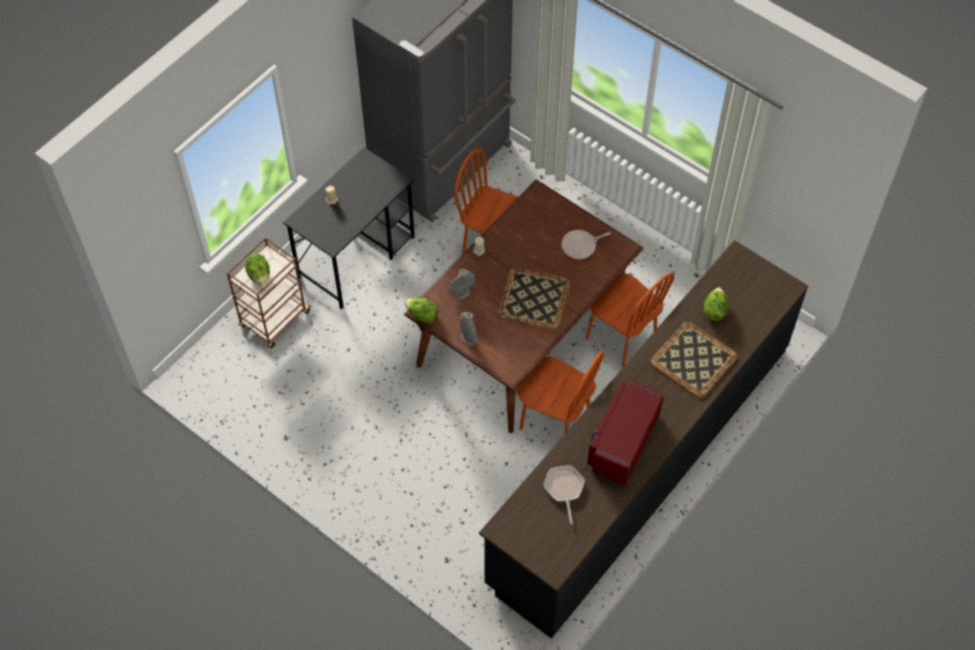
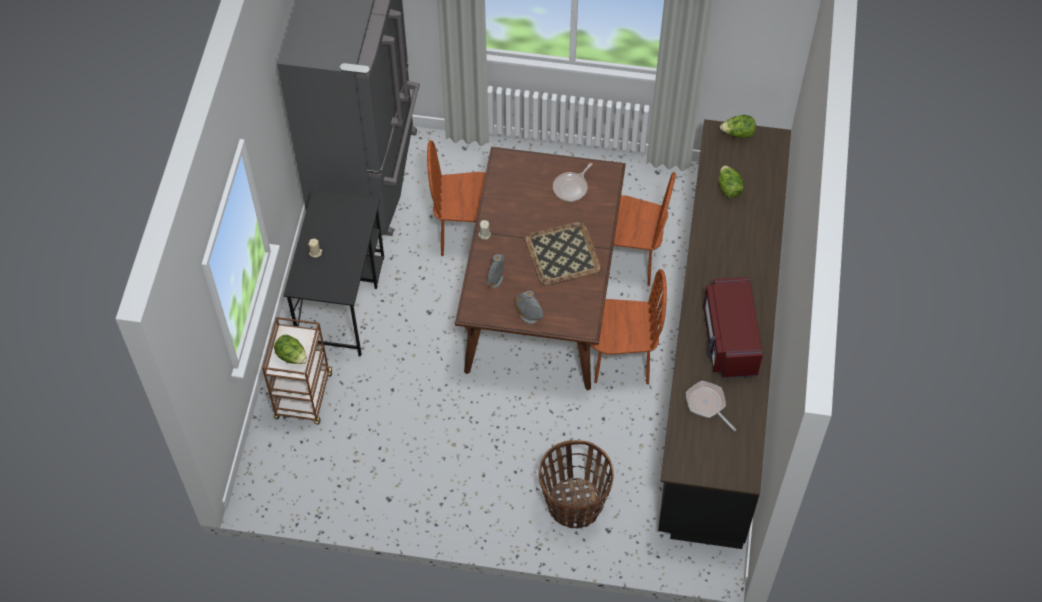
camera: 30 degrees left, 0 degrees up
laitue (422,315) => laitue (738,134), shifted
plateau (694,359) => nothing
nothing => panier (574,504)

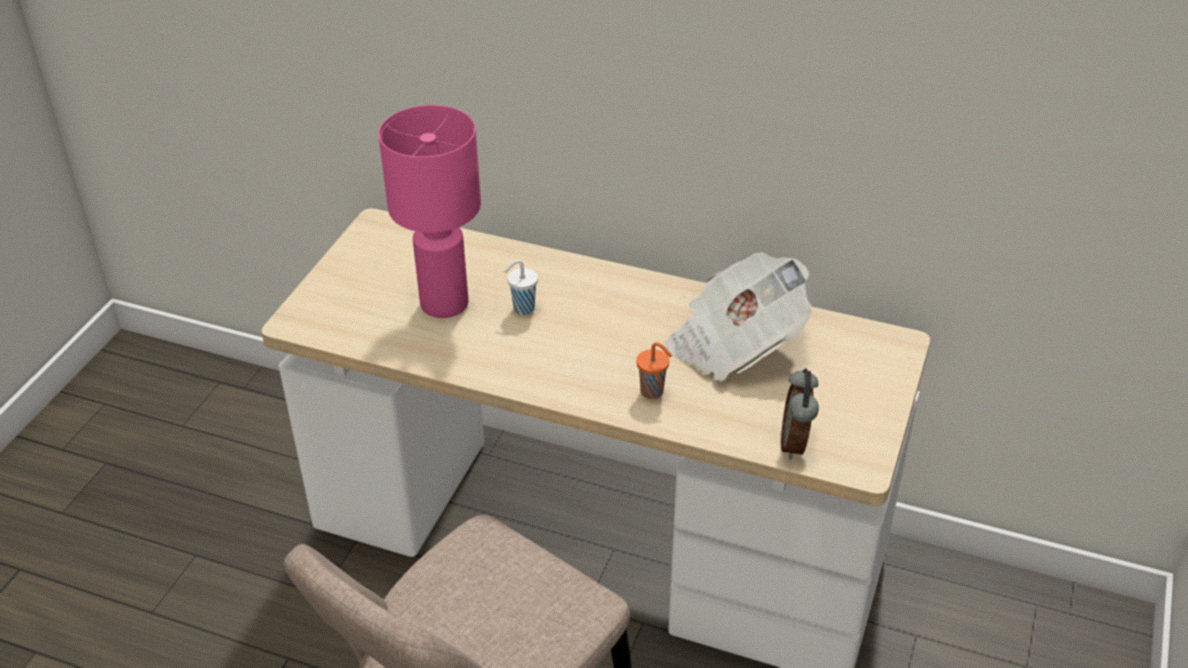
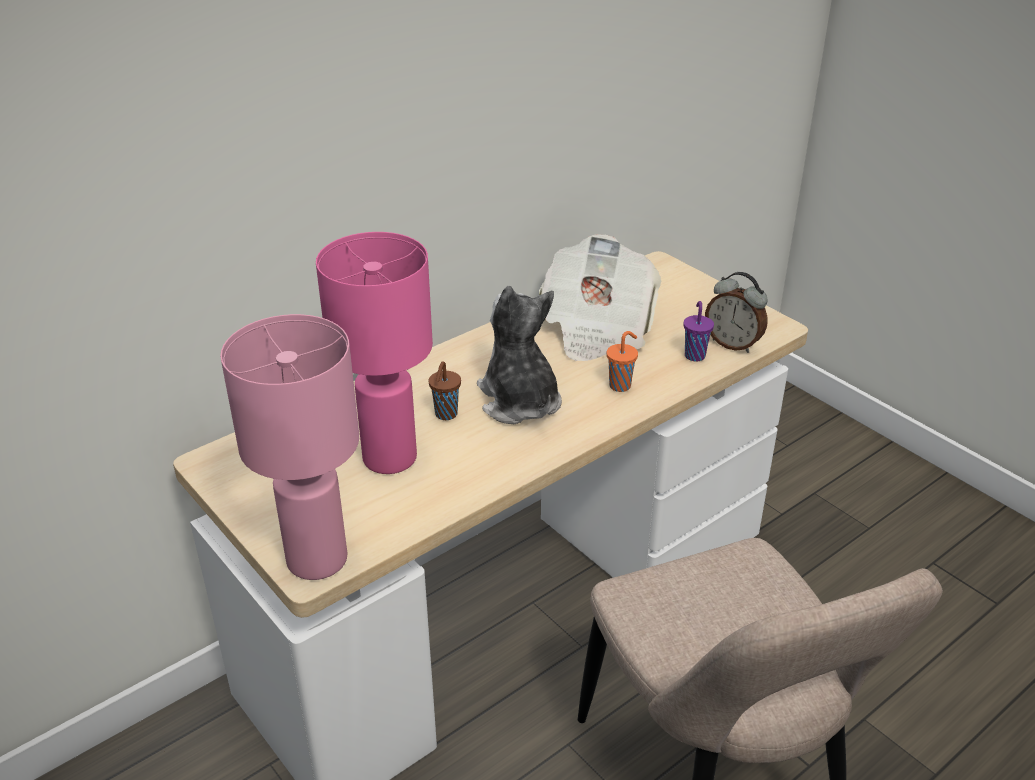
camera: 60 degrees left, 5 degrees down
tasse (blanc) (522,308) => tasse (marron) (445,415)
nothing => lampe de table (rose) (319,560)
nothing => peluche (519,402)
nothing => tasse (violet) (694,355)

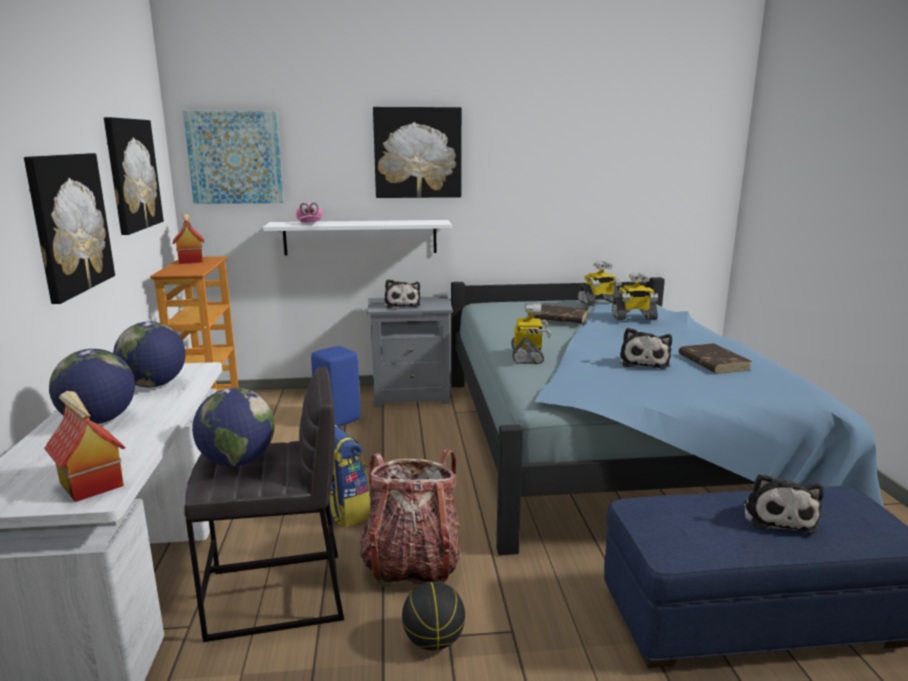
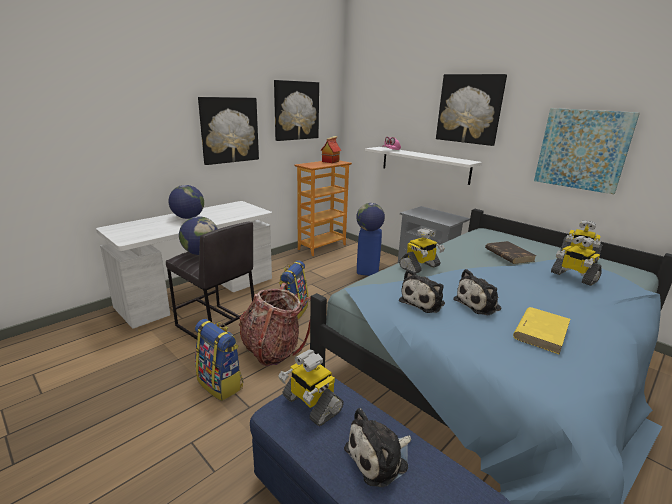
camera: 50 degrees right, 5 degrees up
maison miniature (90,484) => nothing
globe (154,385) => globe (369,230), shifted
tableau (235,157) => tableau (582,149), shifted
peluche (402,305) => peluche (423,302), shifted
ballon de basket (434,641) => sac à dos (221,384)
livre (marron) (712,362) => livre (jaune) (541,332)
nothing => robot jouet (310,404)

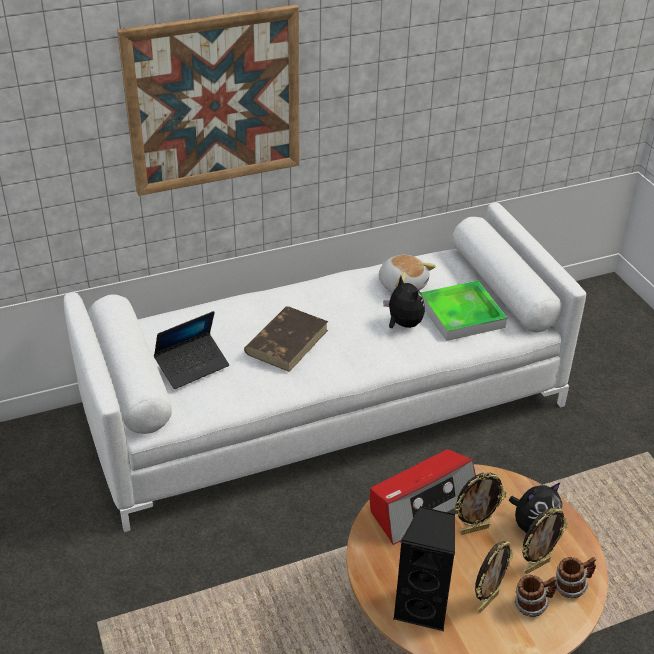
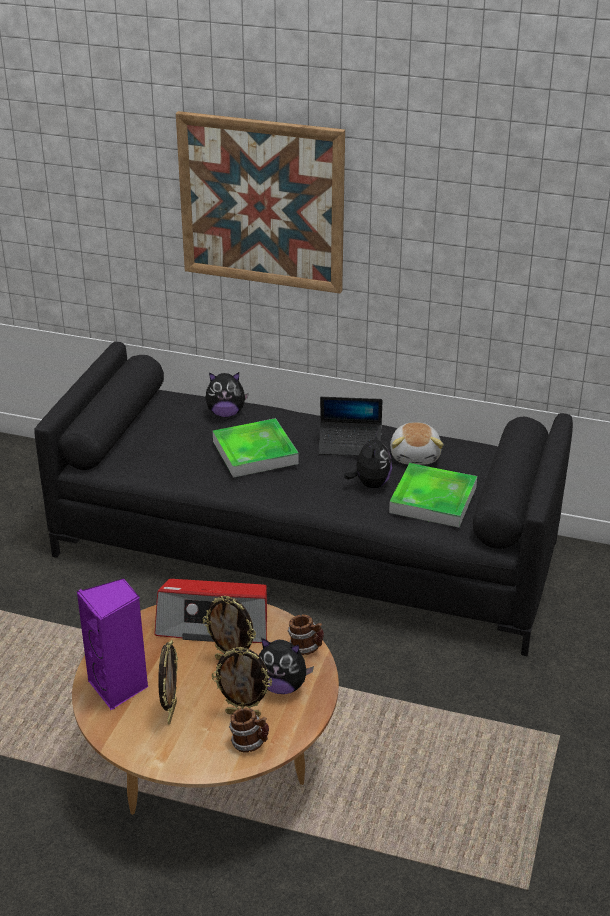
camera: 40 degrees right, 5 degrees down
canapé (blanc) (326,407) => canapé (noir) (306,548)
ordinateur portable (192,366) => ordinateur portable (350,445), shifted
livre (marron) (287,341) => plateau (255,452)
enceinte (noir) (423,607) => enceinte (violet) (119,687)
cadre photo (487,601) => cadre photo (170,712), 75 degrees counterclockwise
mug (532,605) => mug (306,648), shifted
nothing => peluche (226,413)

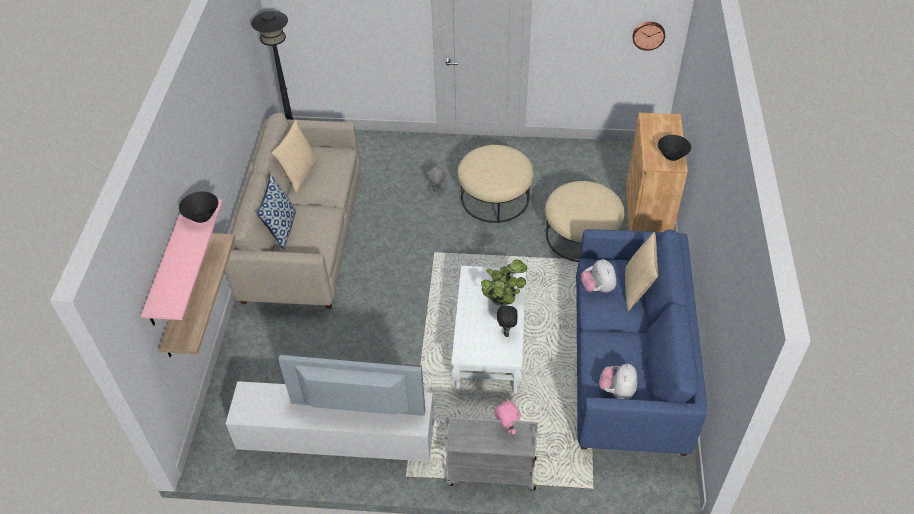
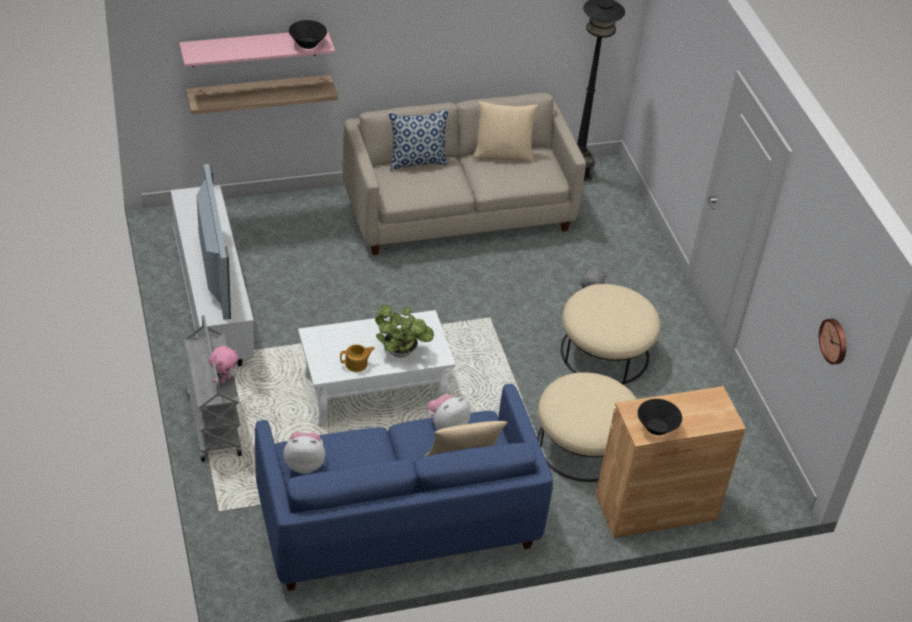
camera: 65 degrees right, 5 degrees down
peluche (noir) (507,331) => théière (357,364)

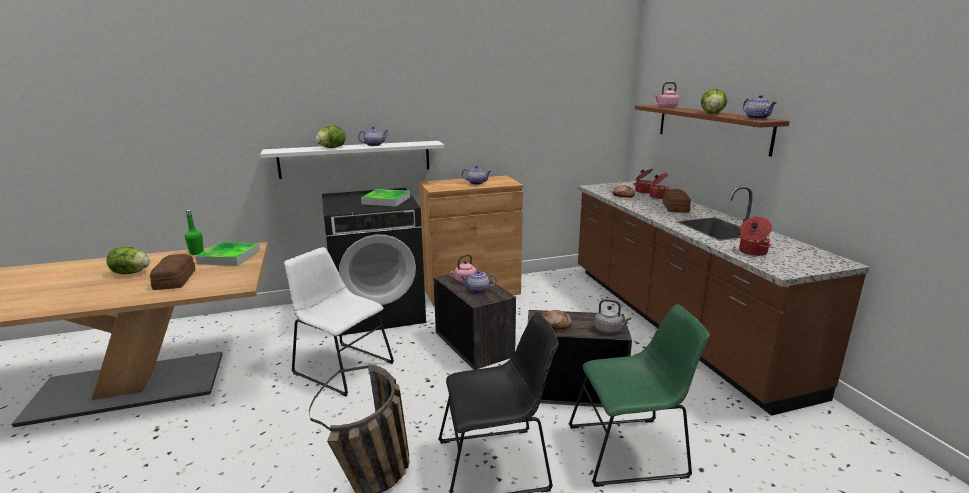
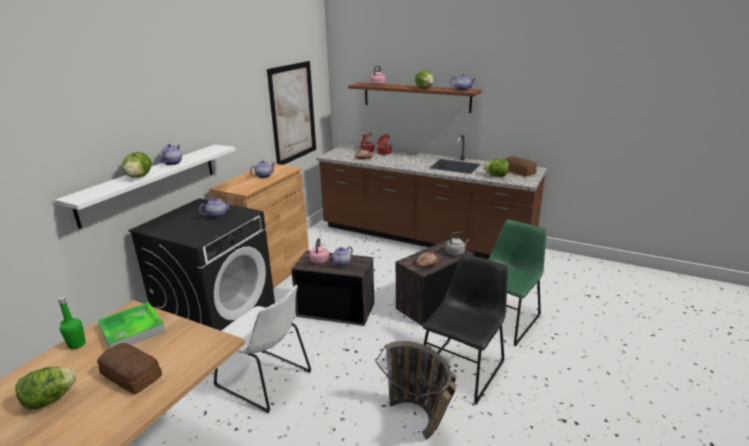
camera: 45 degrees left, 5 degrees up
chaise (blanc) (340,366) => chaise (blanc) (266,380), 135 degrees counterclockwise
plateau (386,201) => théière (217,215)
pain (676,207) => pain (518,171), shifted
marmite (752,252) => laitue (496,176)
nothing => tableau (293,113)

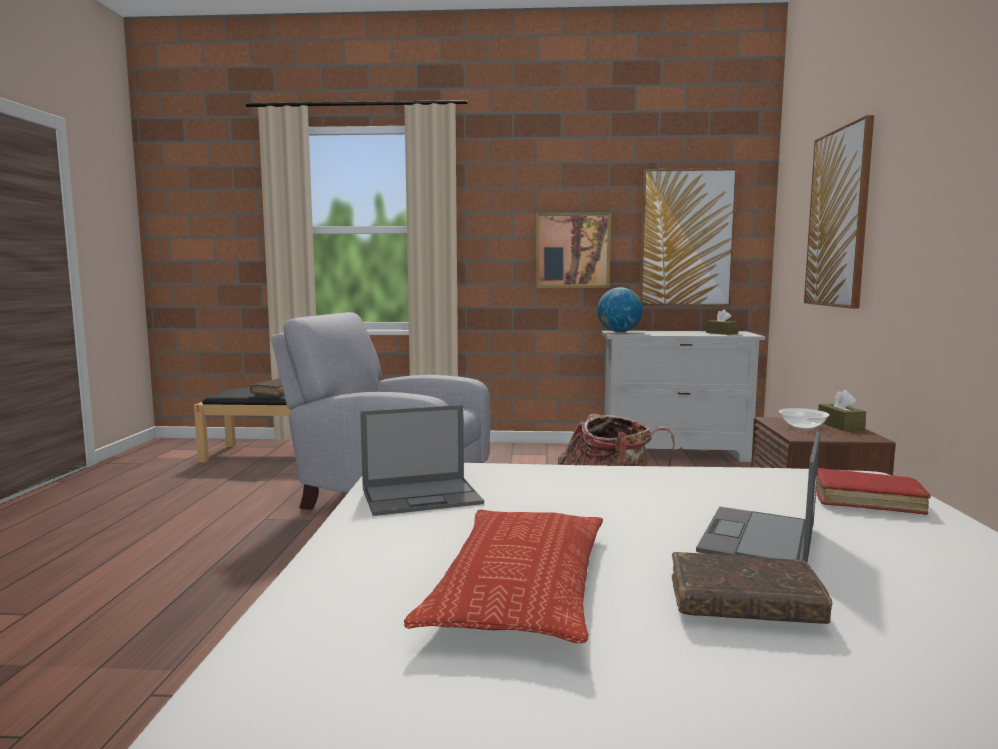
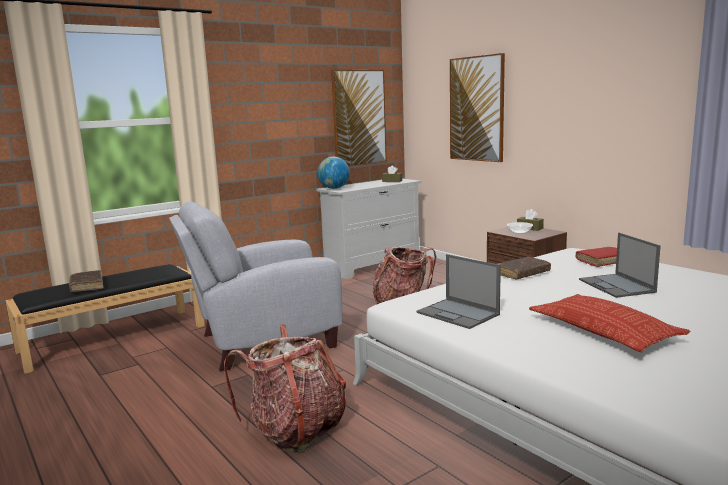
camera: 40 degrees left, 5 degrees up
ordinateur portable (422,496) => ordinateur portable (458,314), 105 degrees clockwise
tableau (572,250) => nothing
livre (marron) (744,603) => livre (marron) (522,273), shifted
nothing => sac à dos (295,430)

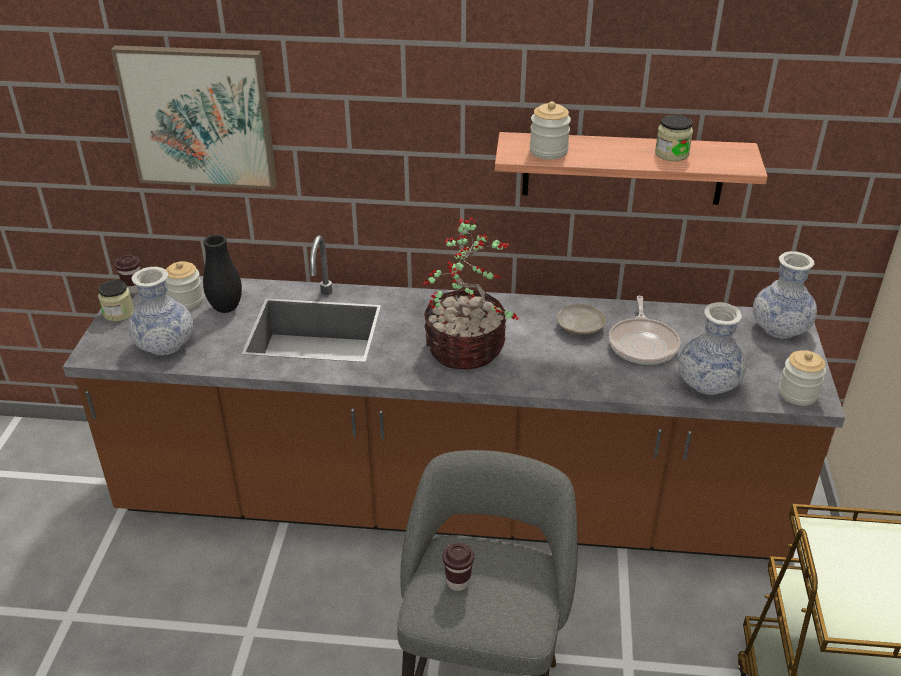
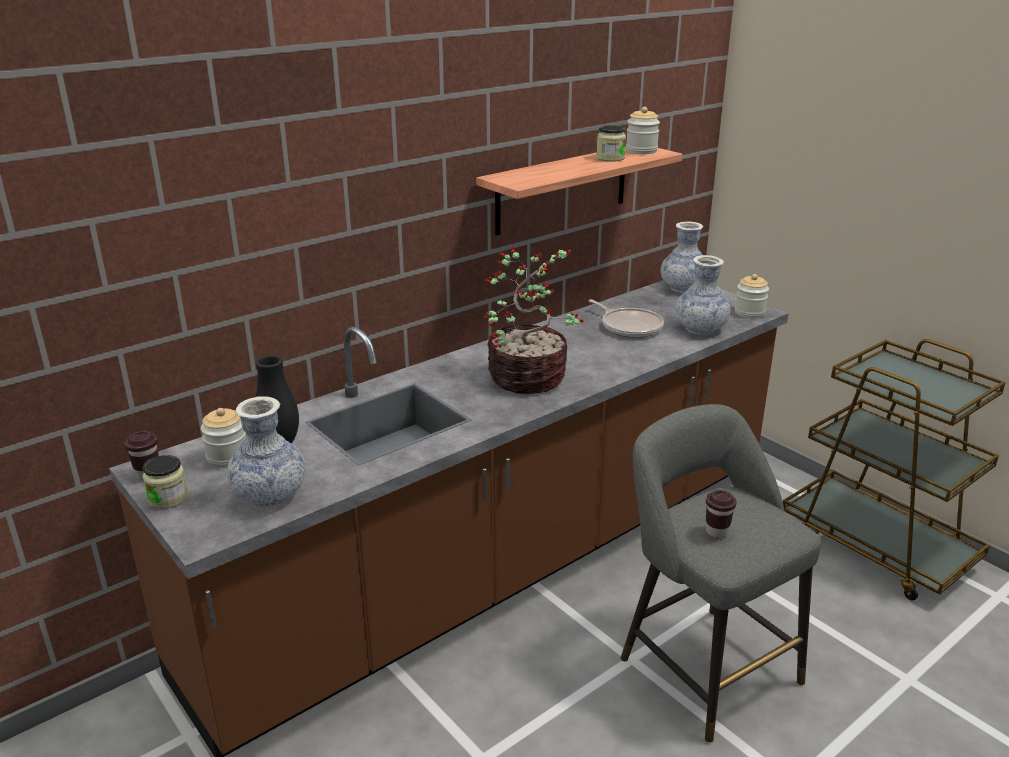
camera: 45 degrees left, 10 degrees down
tableau (199,117) => nothing
bocal (548,151) => bocal (641,151), shifted
assiette (beige) (580,326) => nothing

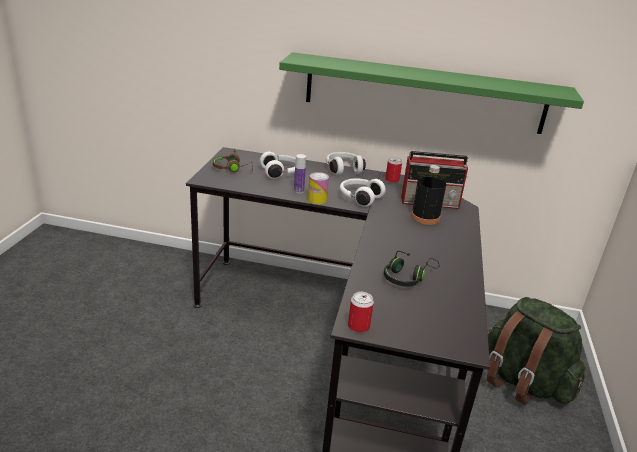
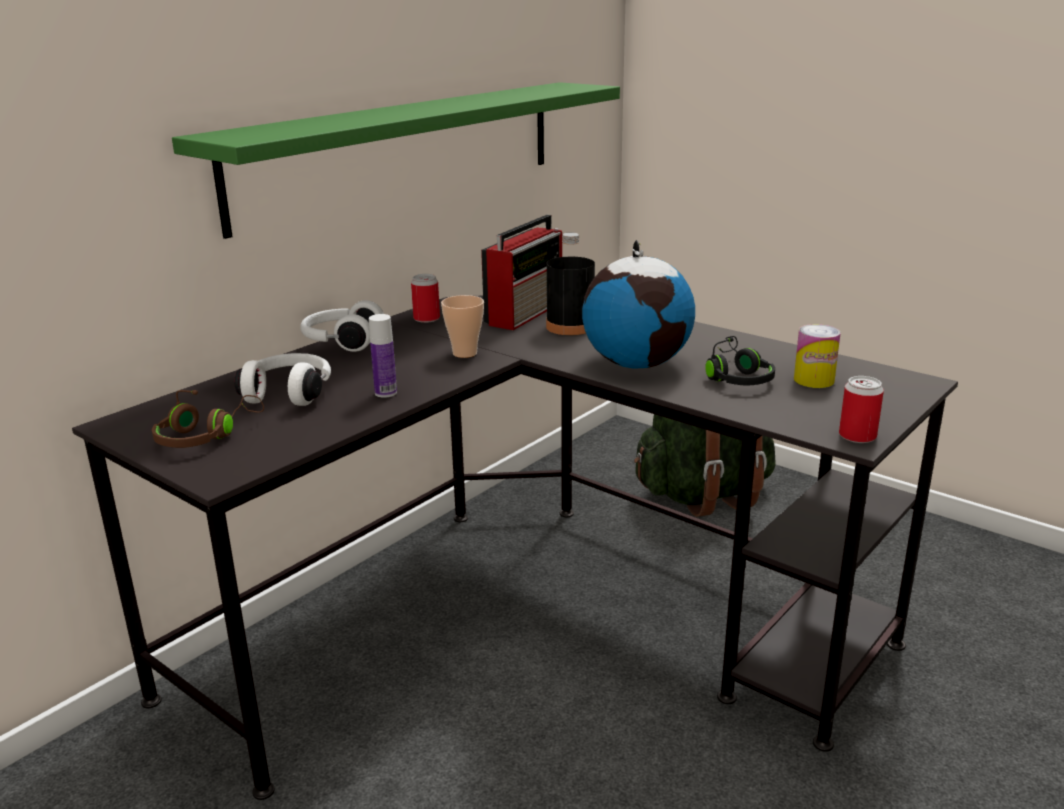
camera: 60 degrees left, 5 degrees down
boîte métallique (317,199) => boîte métallique (814,380), shifted
casque audio (blanc) (359,198) => tasse (464,353)
nothing => globe (637,364)

